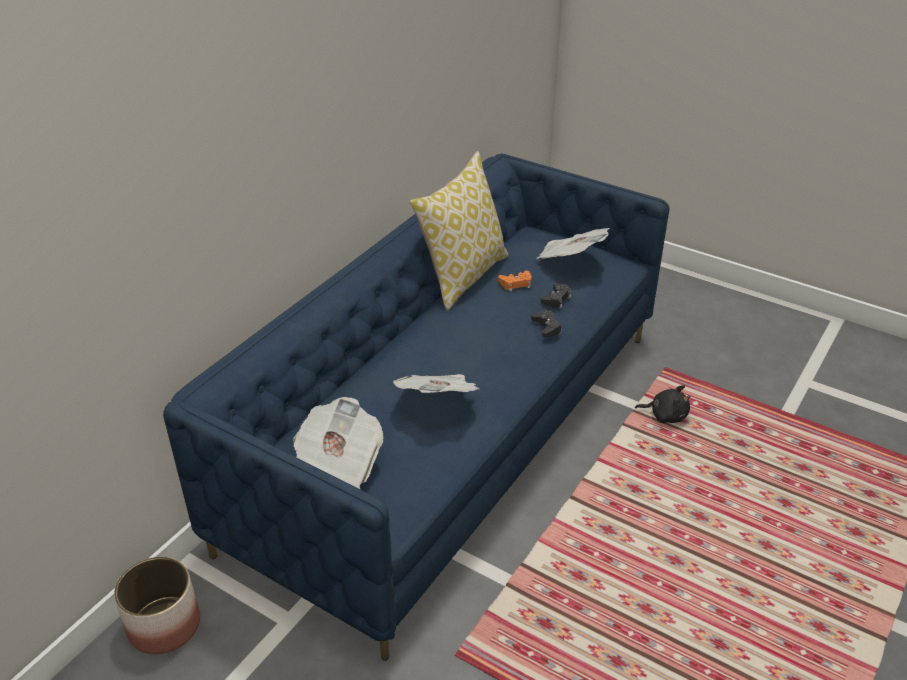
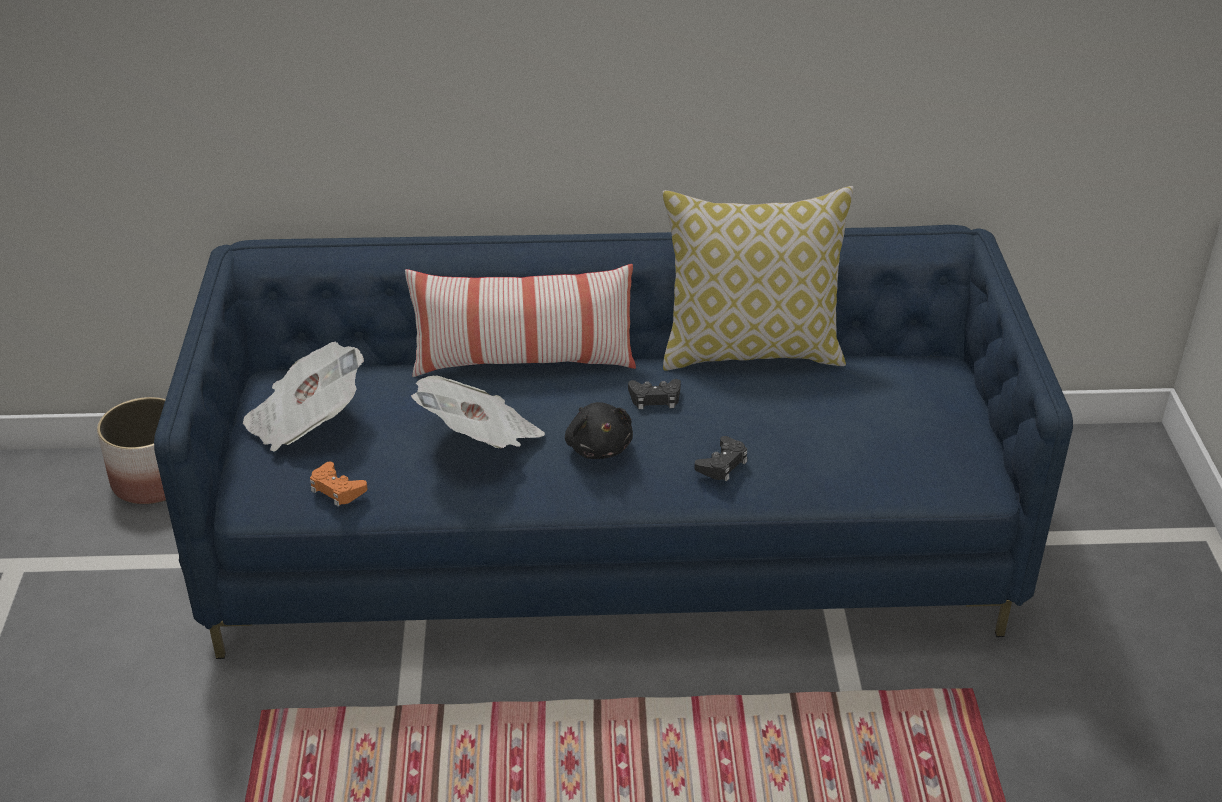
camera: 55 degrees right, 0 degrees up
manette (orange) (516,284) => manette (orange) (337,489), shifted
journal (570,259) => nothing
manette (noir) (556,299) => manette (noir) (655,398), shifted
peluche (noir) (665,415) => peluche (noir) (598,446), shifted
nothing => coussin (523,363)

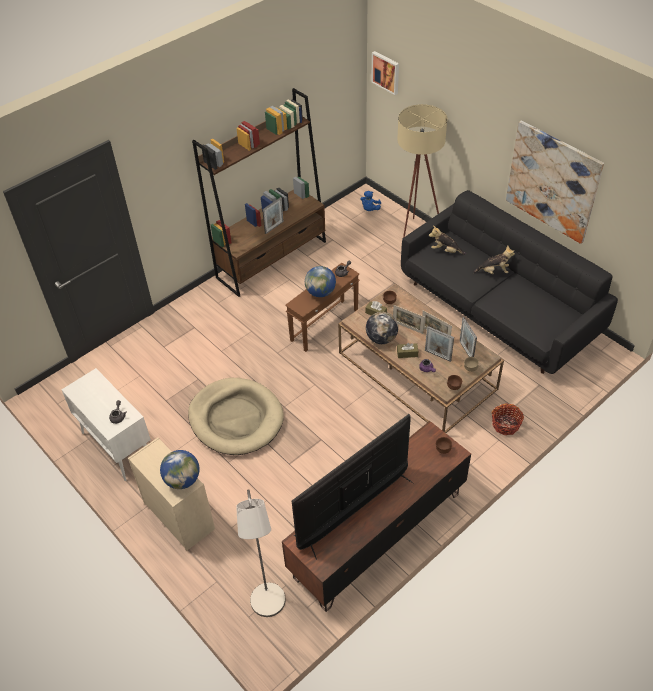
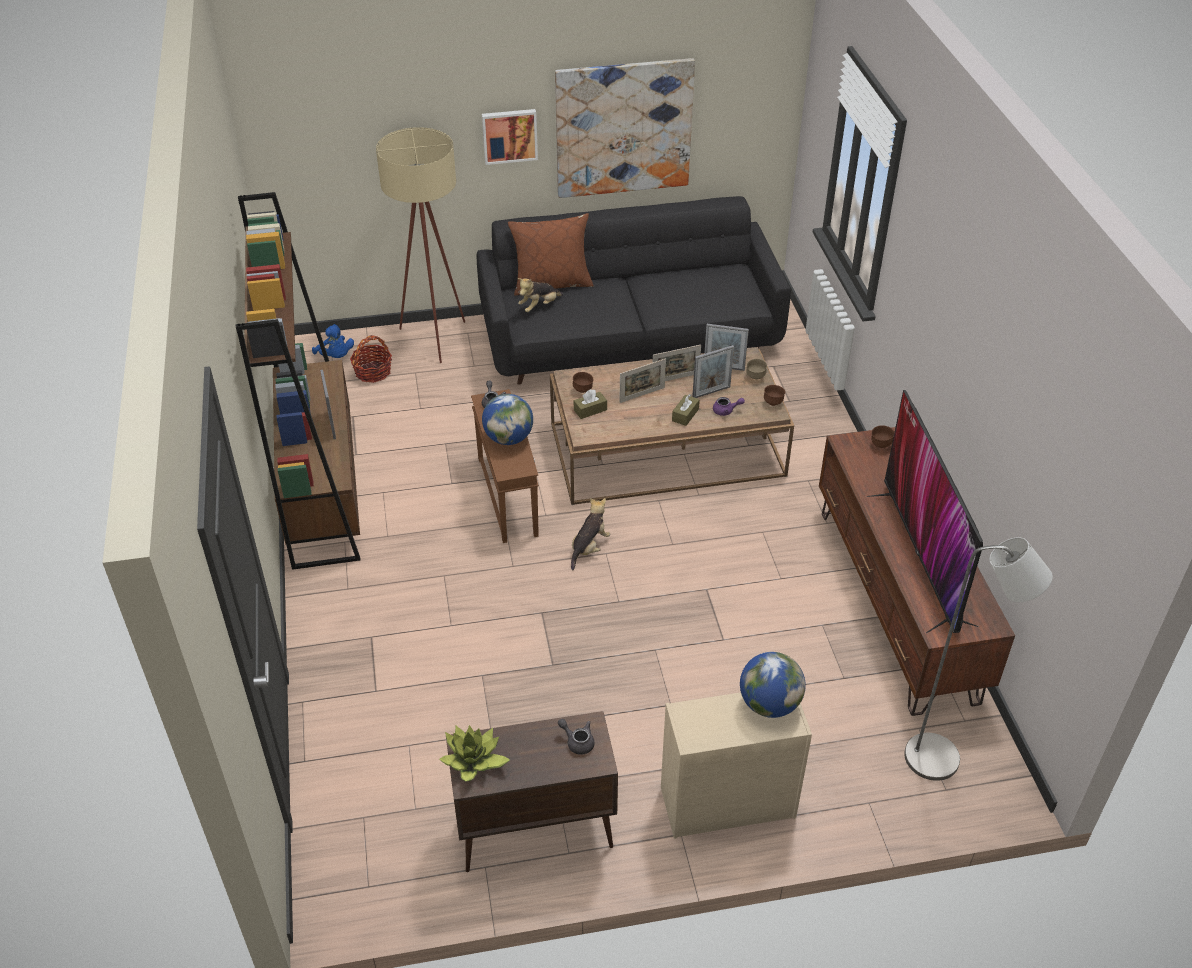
camera: 60 degrees left, 5 degrees down
meuble de rangement (blanc) (117,446) => meuble de rangement (marron) (533,832)
panier pour chien (beige) (236,419) => nothing
globe (381,338) => nothing
tableau (386,72) => tableau (509,135), shifted
peluche (494,271) => peluche (589,548), shifted
panier (505,424) => panier (373,372), shifted
nothing => plante en pot (474,761)
nothing => coussin (marron) (552,283)

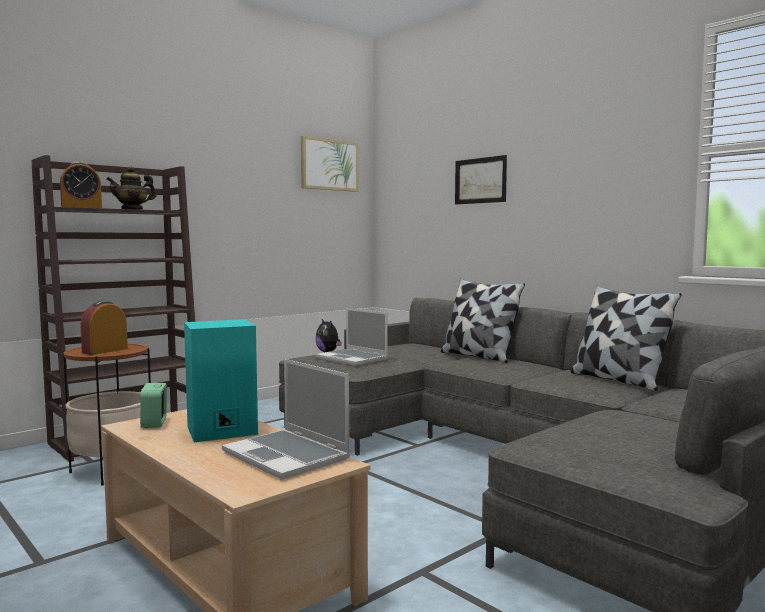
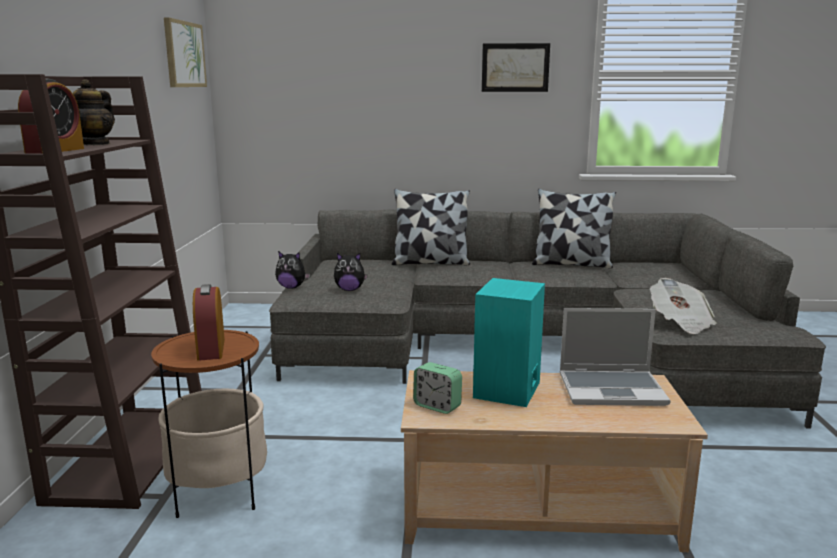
camera: 45 degrees left, 10 degrees up
ordinateur portable (353,359) => peluche (349,289)
tableau (480,180) => tableau (515,67), shifted
nothing => journal (680,322)

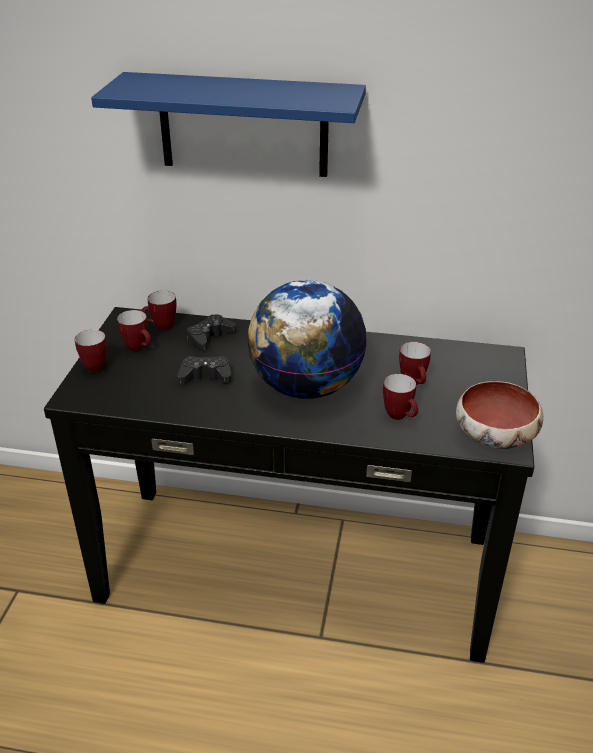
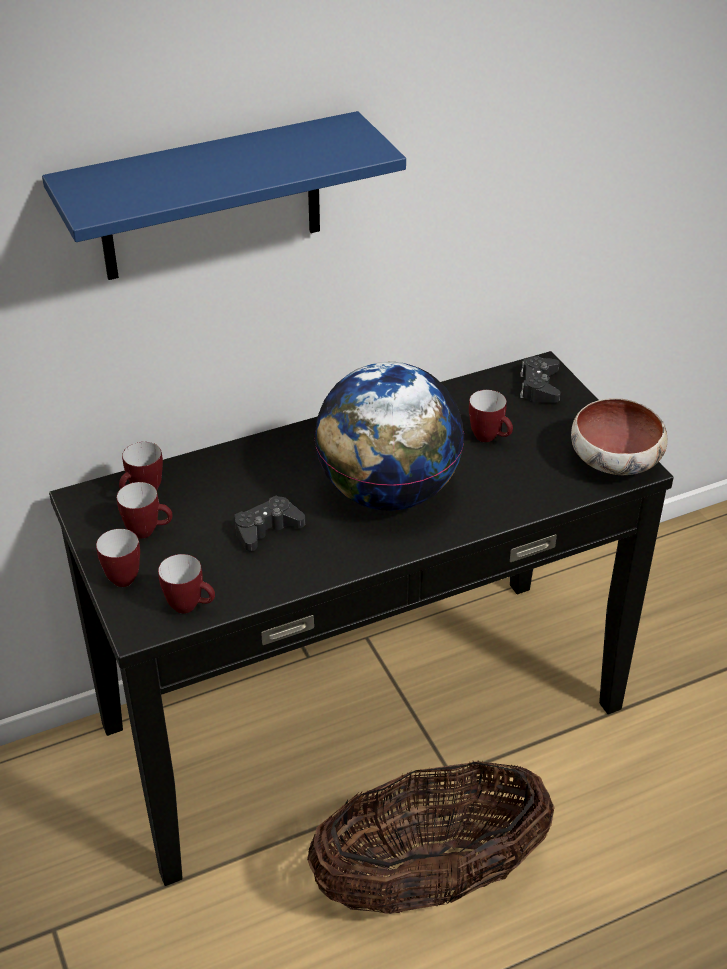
camera: 35 degrees left, 5 degrees up
manette (noir) (210,337) => manette (noir) (539,386), shifted
mug (400,417) => mug (190,607), shifted
nothing => panier (430,879)

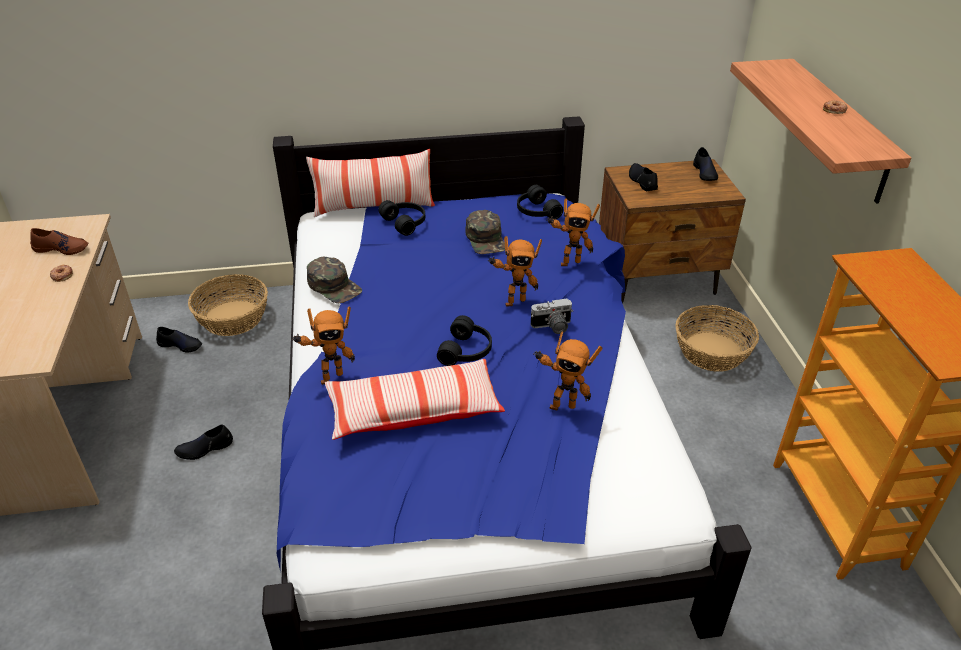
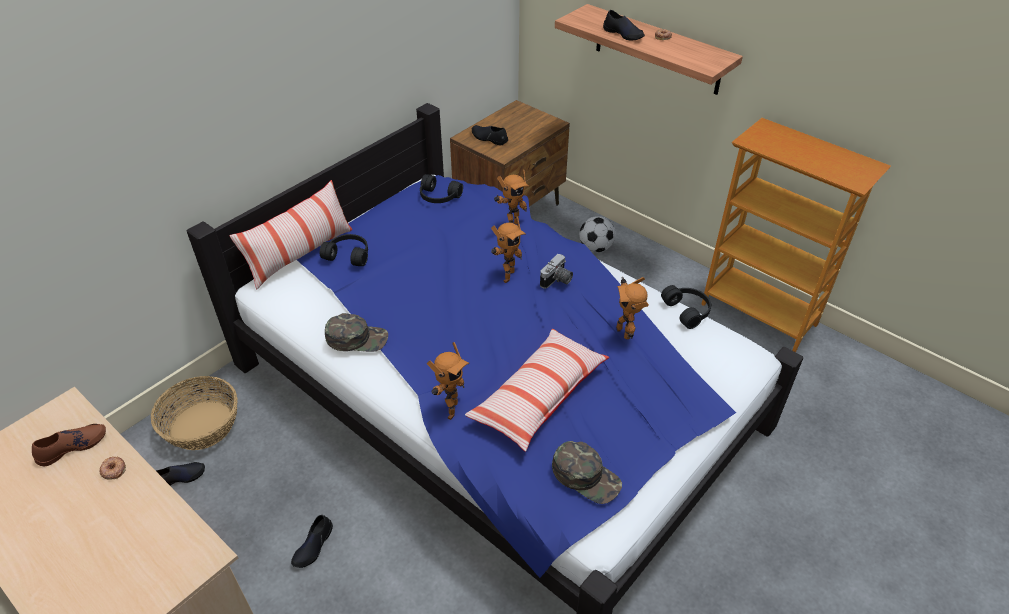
camera: 40 degrees left, 5 degrees up
casque audio (noir) (467,351) => casque audio (noir) (688,310), shifted
casquette (vert) (486,239) => casquette (vert) (586,476), shifted
robot jouet (562,405) => robot jouet (625,332), 105 degrees clockwise
panier (711,351) => ballon de foot (595,248)
chaussure (noir) (705,173) => chaussure (noir) (623,34), shifted

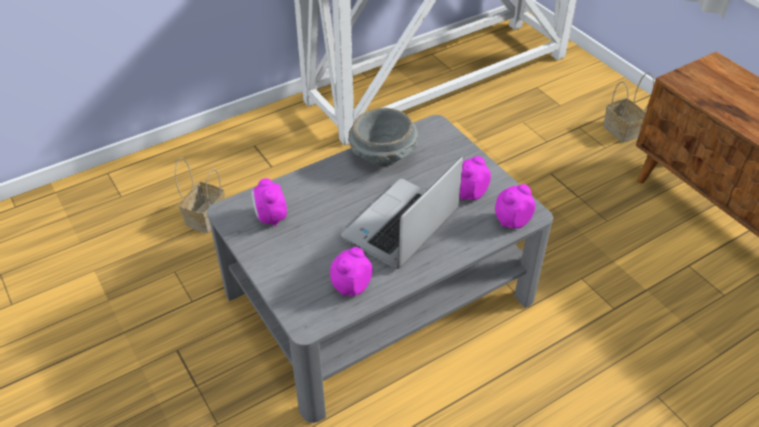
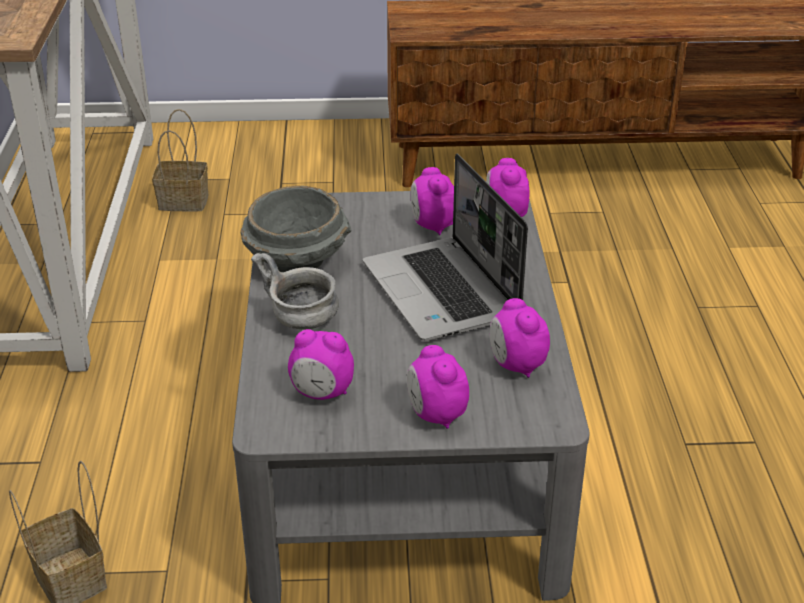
camera: 60 degrees left, 10 degrees down
panier (623,131) => panier (185,201), shifted
nothing => bol (gris) (302,321)
nothing => réveil (436,415)

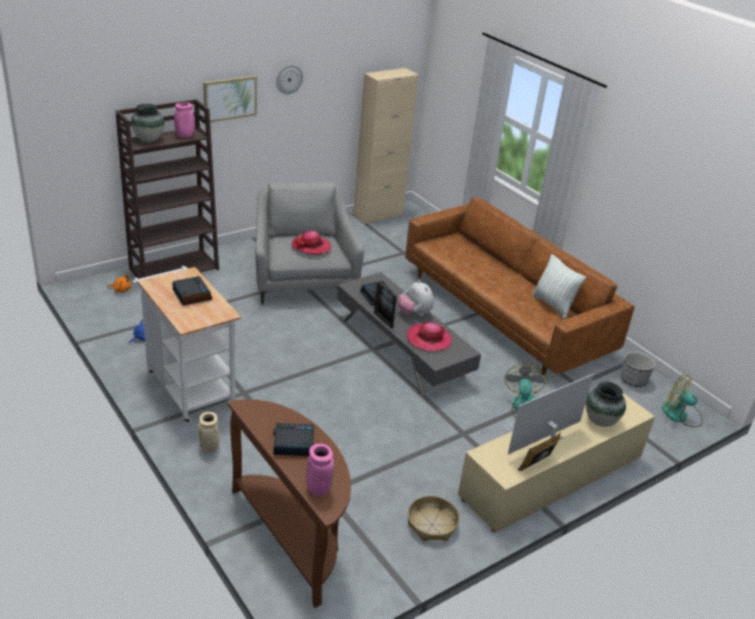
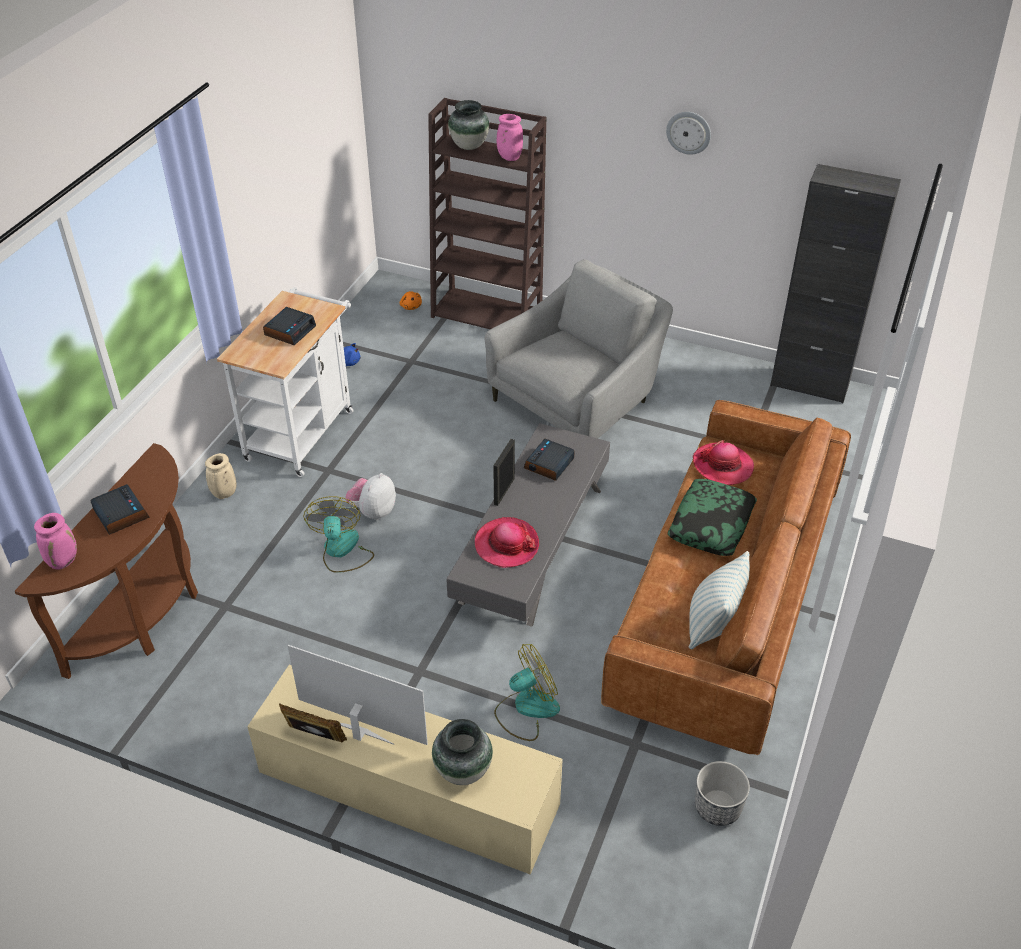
camera: 60 degrees right, 10 degrees up
tableau (230,98) => nothing
chapeau (311,246) => chapeau (722,466), shifted
meuble de rangement (beige) (378,215) => meuble de rangement (noir) (809,385)
peluche (414,313) => peluche (373,511), shifted
panier (431,525) => nothing
ventilateur (680,415) => ventilateur (342,551), shifted
nothing => coussin (711,525)

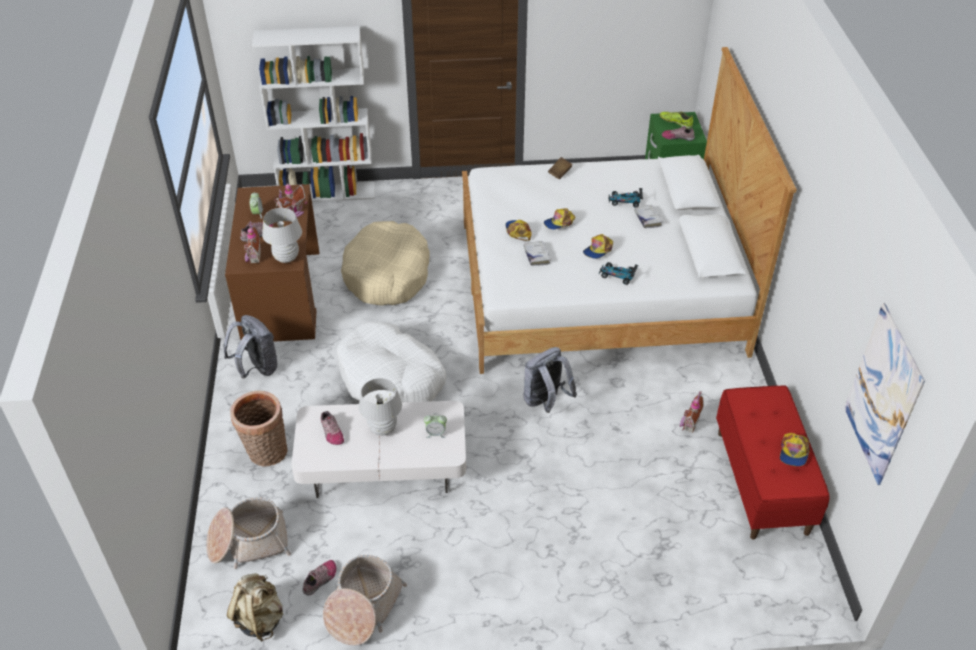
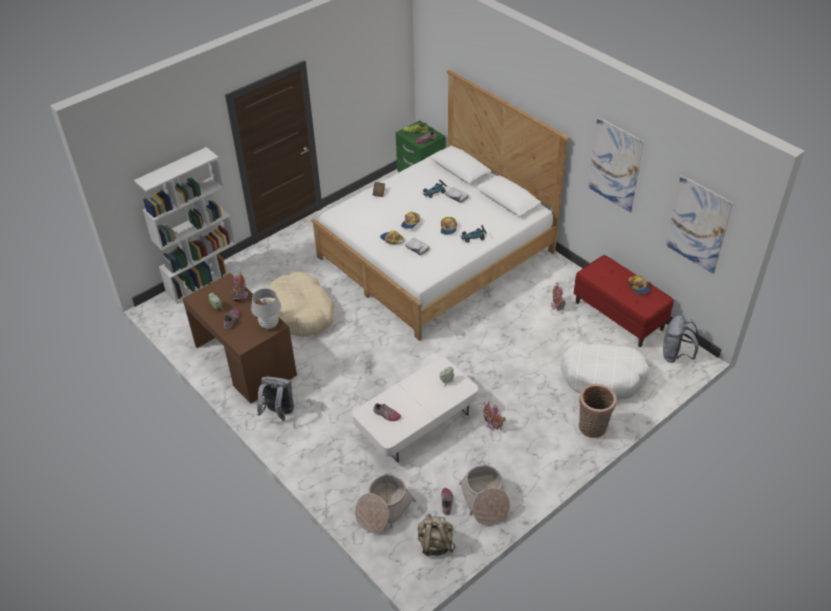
camera: 35 degrees left, 0 degrees up
panier (266,453) => panier (592,429), shifted
maison miniature (253,256) => maison miniature (492,424), shifted
panier pour chien (blanc) (391,378) => panier pour chien (blanc) (603,377), shifted
lampe de table (blanc) (382,429) => nothing
sac à dos (gris) (545,402) => sac à dos (gris) (676,355), shifted
nothing => tableau (615,165)

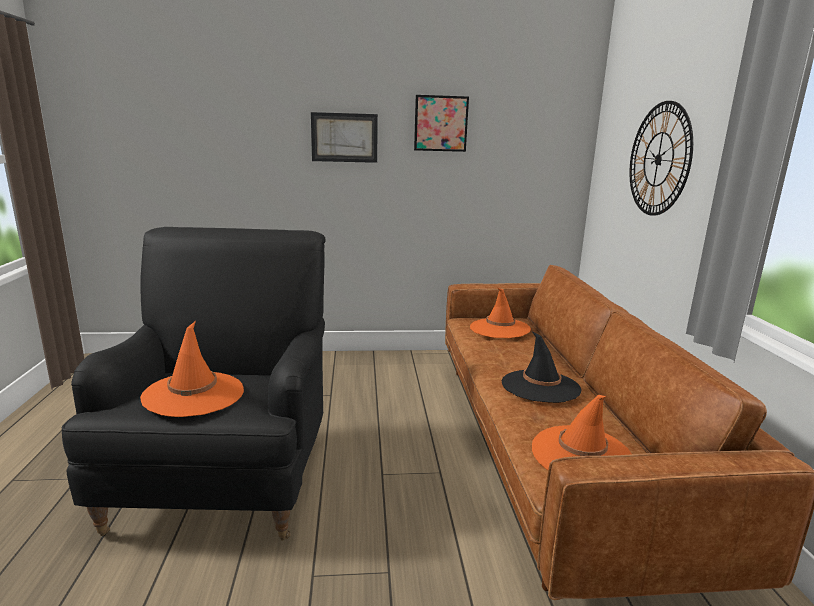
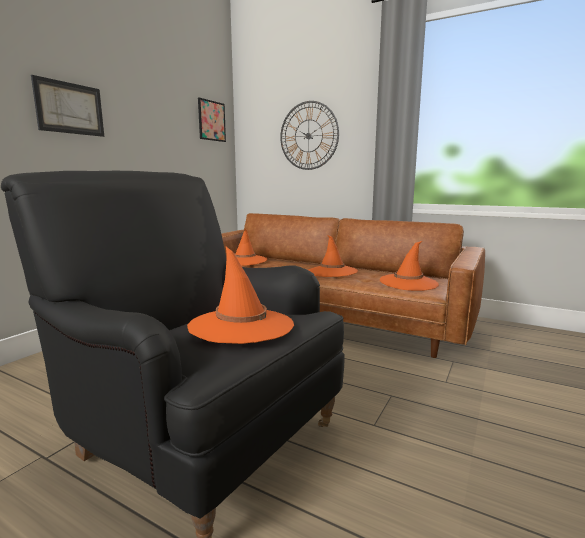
camera: 55 degrees left, 5 degrees down
tableau (441,123) => tableau (211,120), shifted
chapeau (noir) (540,386) => chapeau (orange) (331,272)

